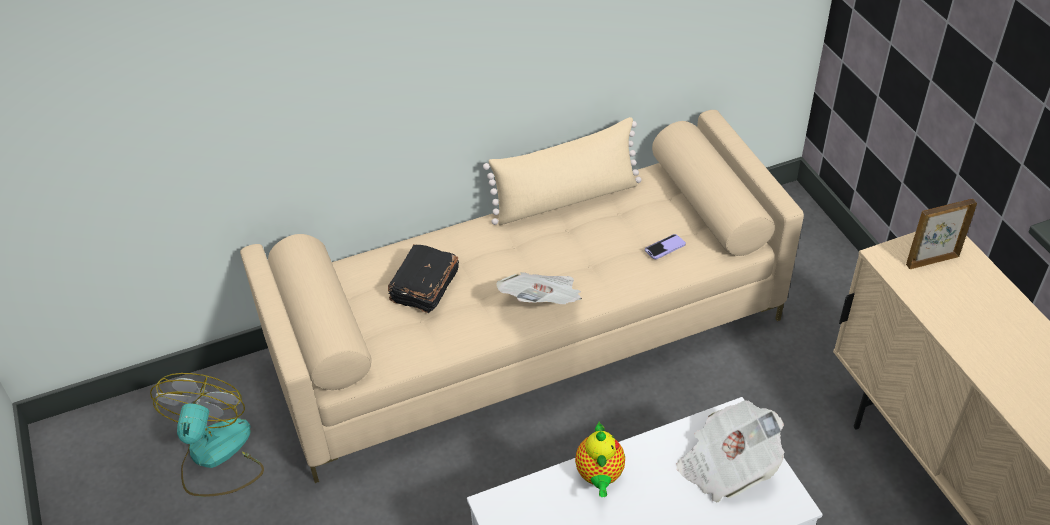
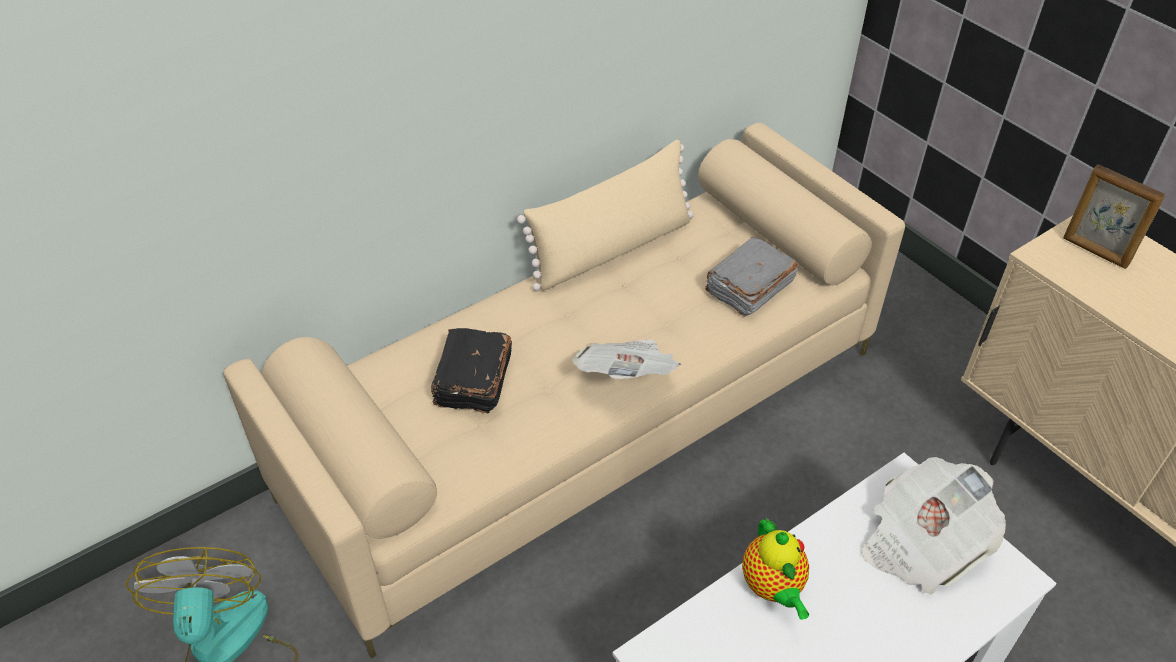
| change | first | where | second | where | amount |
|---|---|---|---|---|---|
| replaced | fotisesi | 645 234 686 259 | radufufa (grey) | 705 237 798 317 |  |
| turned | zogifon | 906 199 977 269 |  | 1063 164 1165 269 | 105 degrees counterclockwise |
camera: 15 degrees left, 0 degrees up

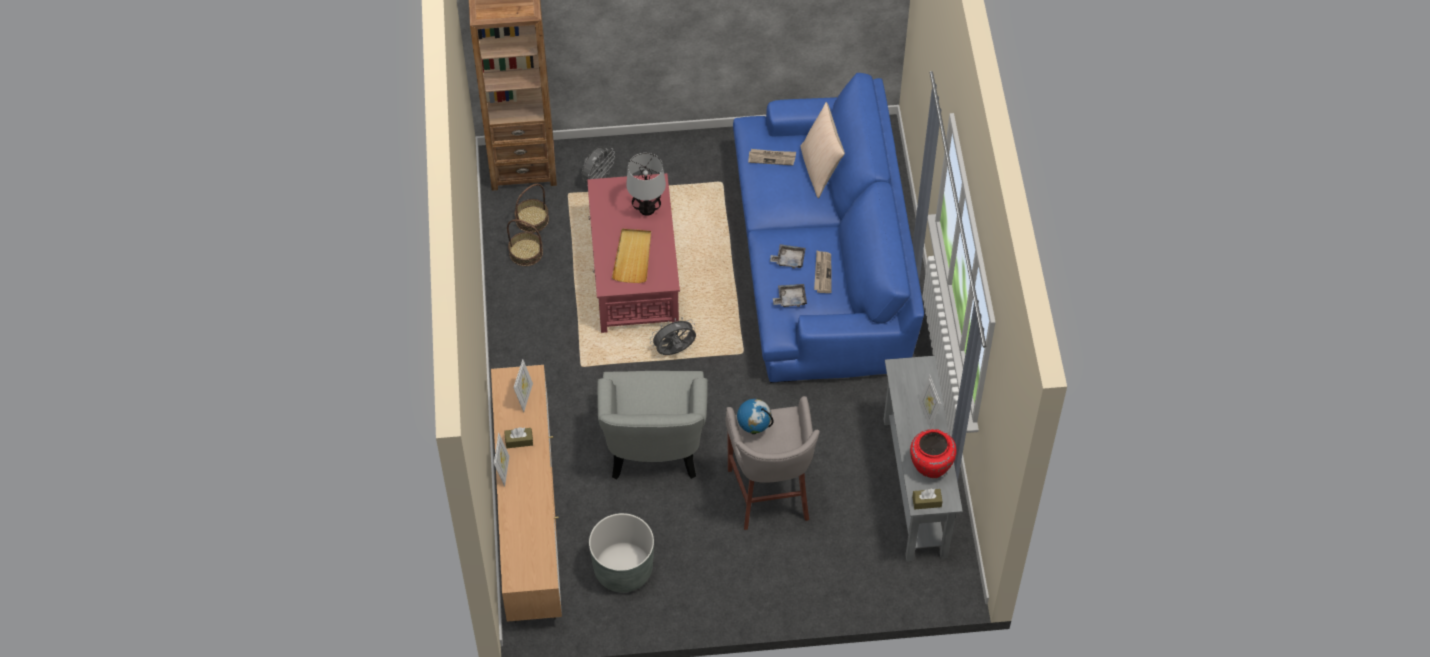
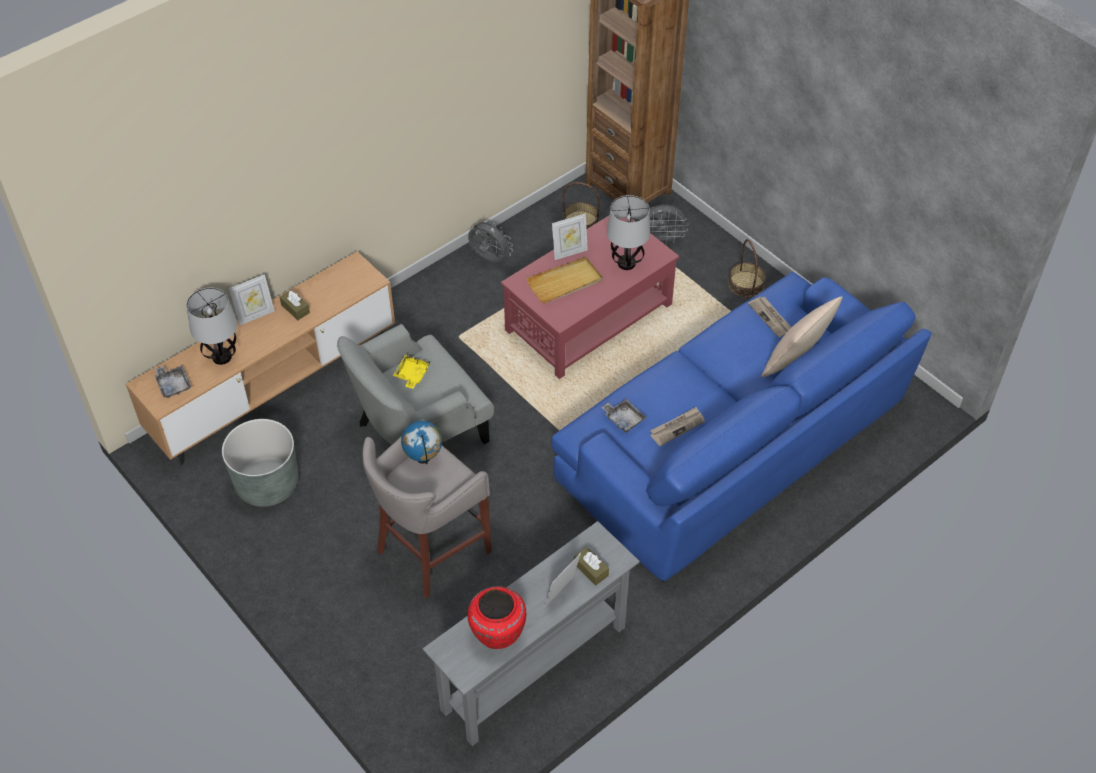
| change | first | where | second | where | amount |
|---|---|---|---|---|---|
| moved | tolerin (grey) | 770 244 806 269 |  | 154 366 191 398 |  |
| added |  |  | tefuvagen | 186 287 237 365 |  |
| added |  |  | tolerin (yellow) | 393 355 430 389 |  |
| moved | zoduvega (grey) | 650 318 696 355 |  | 468 218 513 263 |  |
| moved | zogifon | 513 359 533 412 |  | 552 213 588 260 |  |
| moved | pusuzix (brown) | 912 488 943 509 |  | 574 547 609 586 |  |
| moved | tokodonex | 507 219 543 266 |  | 728 239 766 297 |  |
camera: 55 degrees right, 5 degrees down

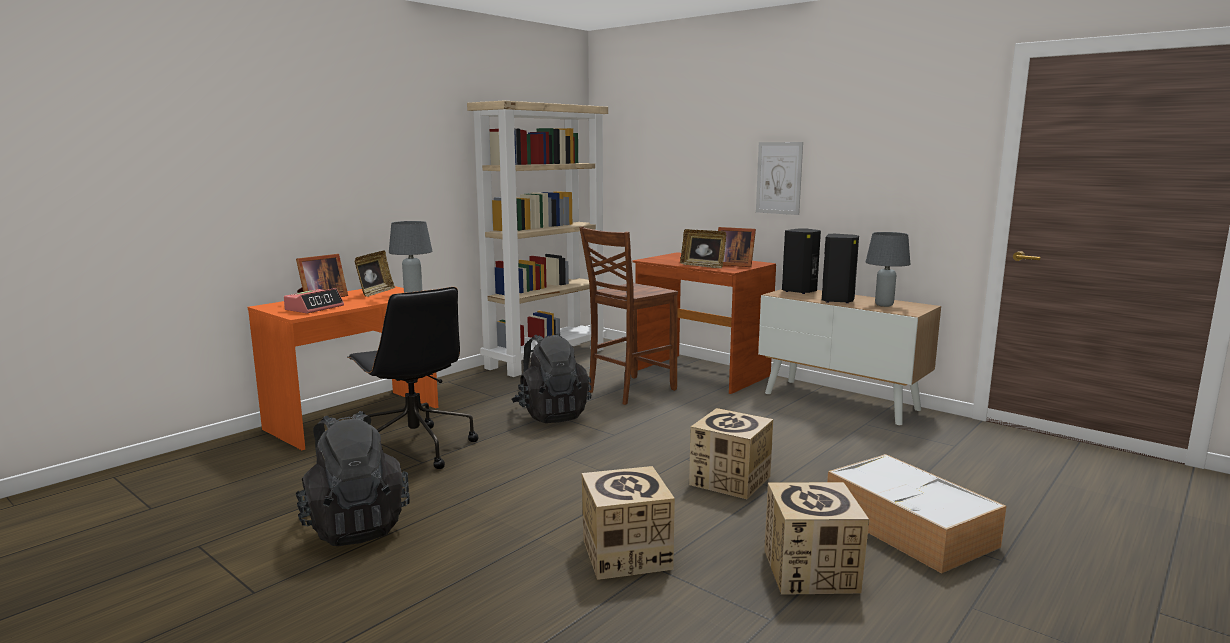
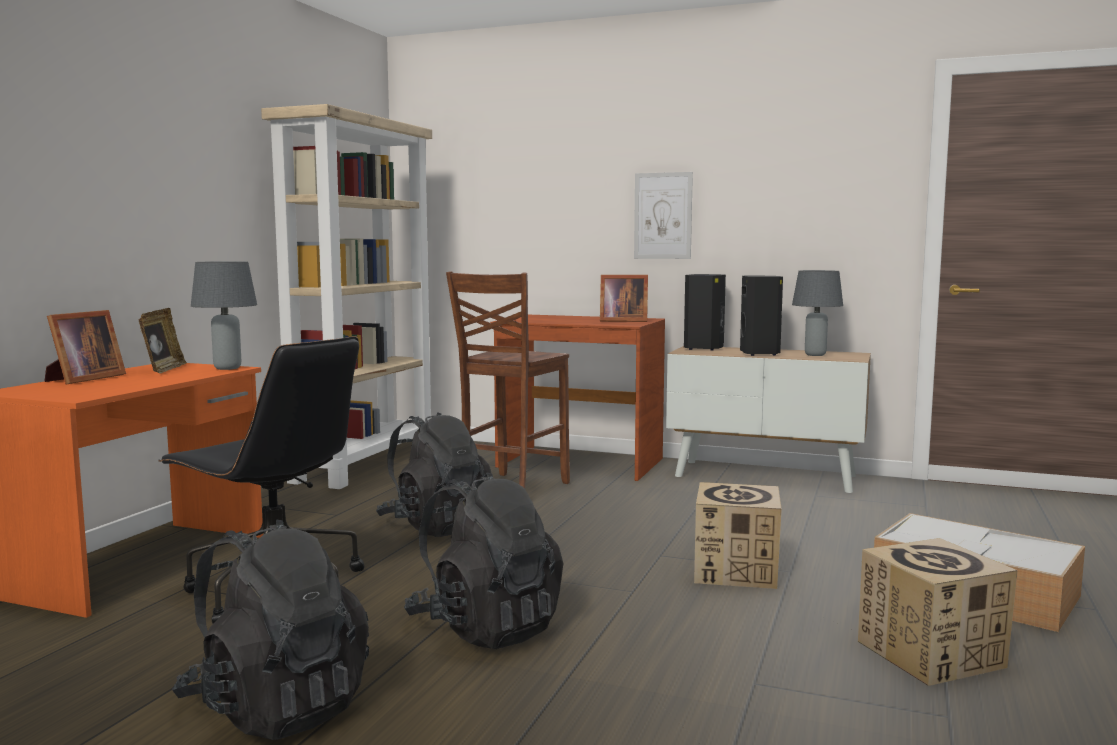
| change | first | where | second | where | amount |
|---|---|---|---|---|---|
| added |  |  | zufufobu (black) | 404 472 564 649 |  |
| removed | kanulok | 284 288 344 313 |  |  |  |
| removed | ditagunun | 582 466 675 580 |  |  |  |
| removed | zogifon | 680 229 726 268 |  |  |  |
camera: 20 degrees left, 5 degrees down

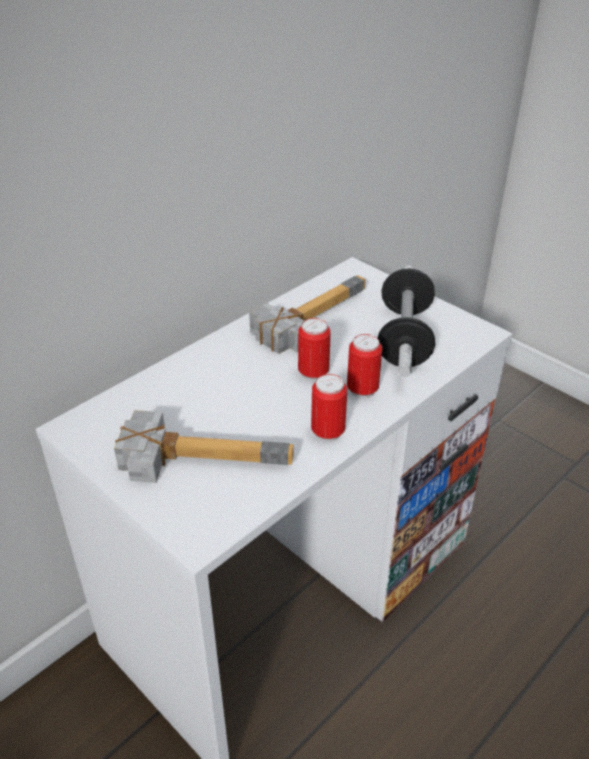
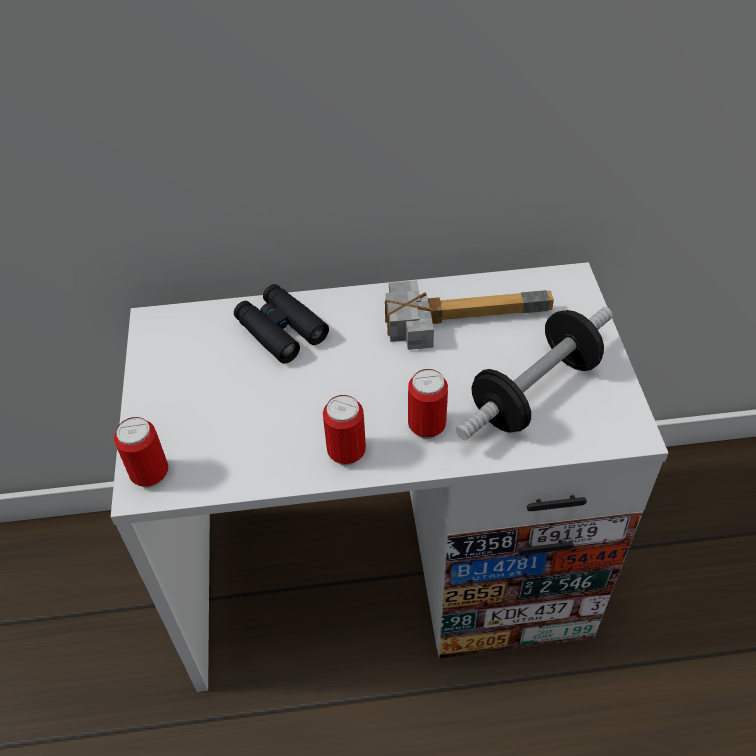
| change | first | where | second | where | amount |
|---|---|---|---|---|---|
| moved | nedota | 298 318 331 381 |  | 114 417 168 488 |  |
| added |  |  | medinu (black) | 234 284 329 364 |  |
| removed | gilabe | 114 410 294 483 |  |  |  |
camera: 40 degrees right, 10 degrees up

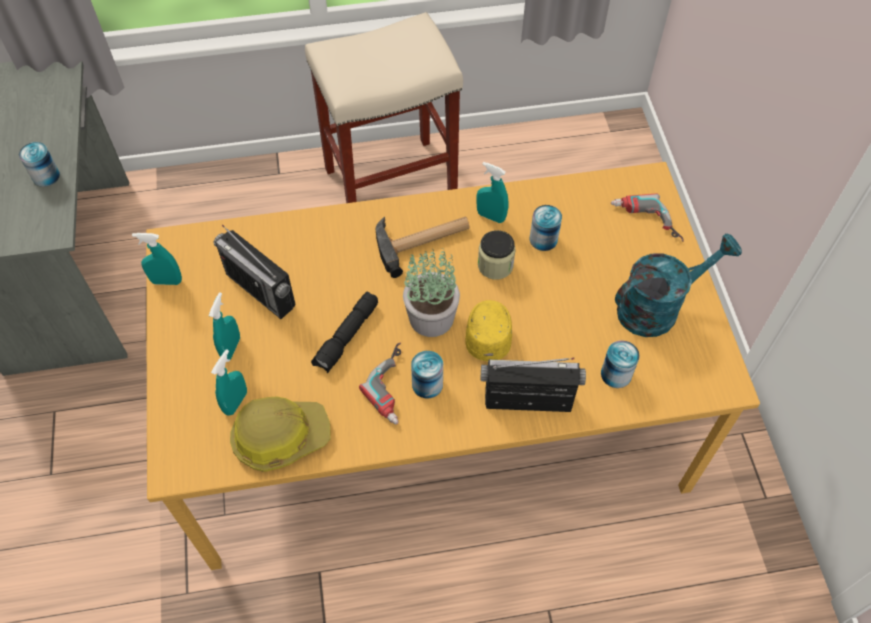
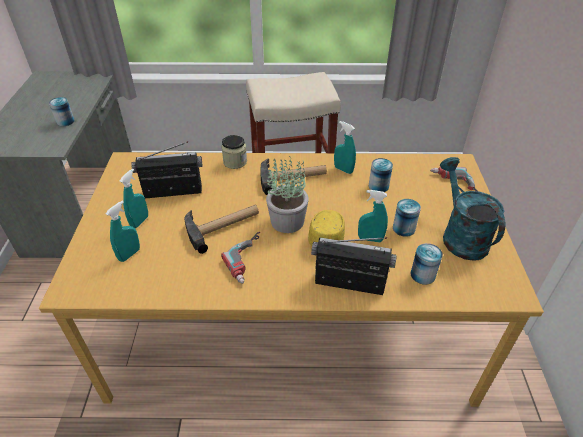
| change | first | where | second | where | amount |
|---|---|---|---|---|---|
| turned | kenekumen | 214 225 296 319 |  | 131 141 202 198 | 120 degrees clockwise |
| replaced | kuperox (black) | 311 292 378 373 | gilabe | 184 205 259 254 |  |
| moved | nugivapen | 478 230 516 280 |  | 221 135 247 169 |  |
| moved | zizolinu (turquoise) | 132 233 182 285 |  | 358 190 388 243 |  |
| moved | nedota | 411 351 443 398 |  | 393 199 421 237 |  |
| turned | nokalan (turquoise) | 615 233 742 337 |  | 440 157 505 261 | 90 degrees counterclockwise |
| removed | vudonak | 230 396 331 472 |  |  |  |
camera: 10 degrees right, 15 degrees down

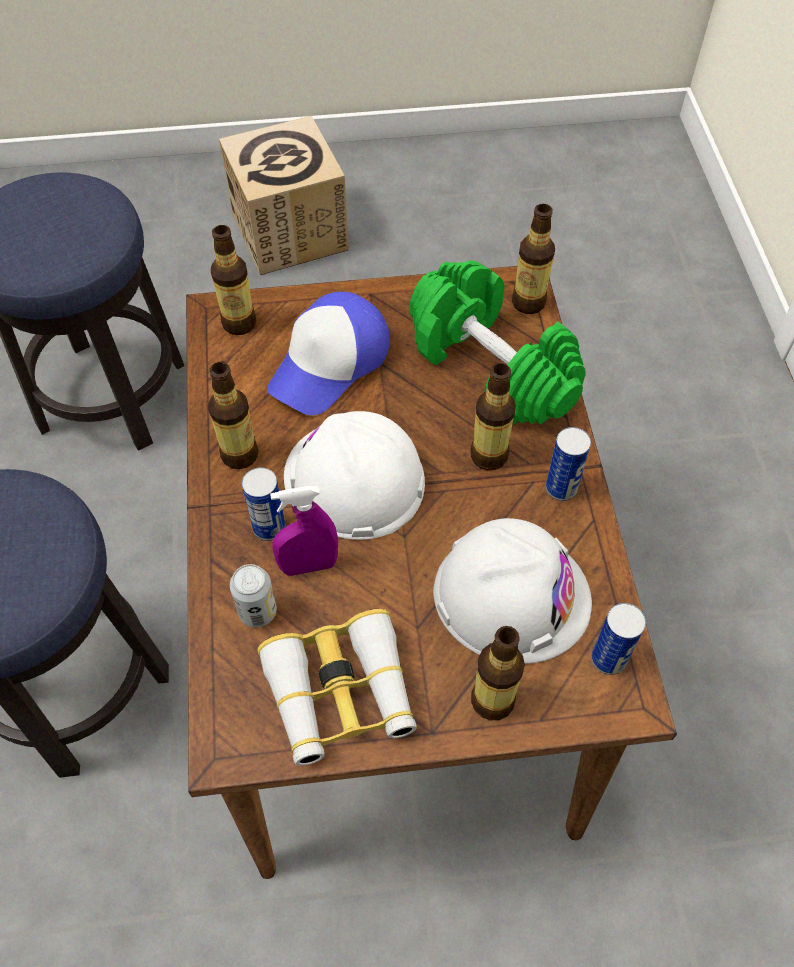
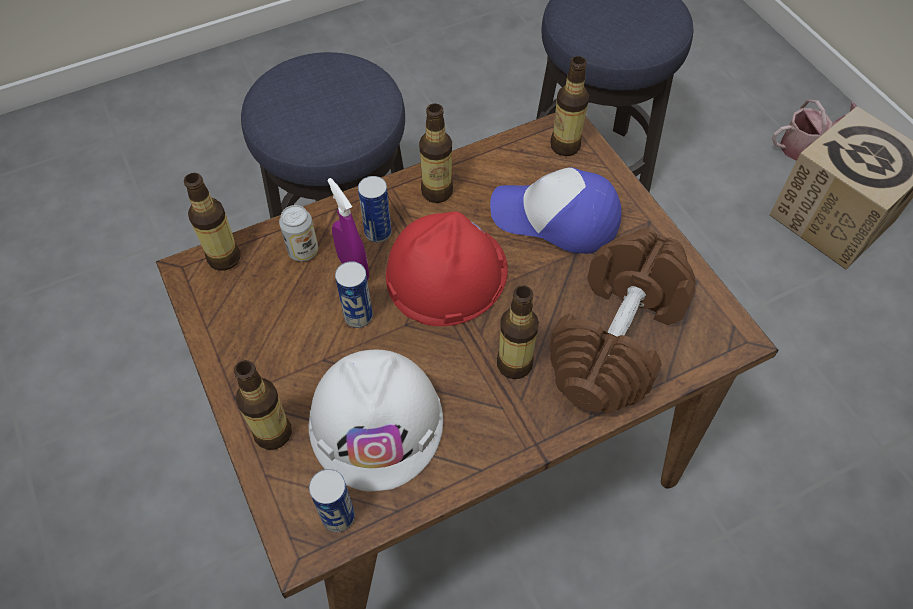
| change | first | where | second | where | amount |
|---|---|---|---|---|---|
| moved | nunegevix | 512 204 555 314 |  | 184 173 241 271 |  |
| moved | nedota | 546 427 591 501 |  | 335 261 373 328 |  |
| recoloured | vudonak (white) | 284 411 425 540 | vudonak (red) | 386 211 508 326 |  |
| recoloured | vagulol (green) | 410 260 586 425 | vagulol (brown) | 549 229 696 413 |  |
| added |  |  | nokalan | 772 99 856 161 |  |
| removed | medinu | 257 609 417 766 |  |  |  |
camera: 70 degrees right, 0 degrees up

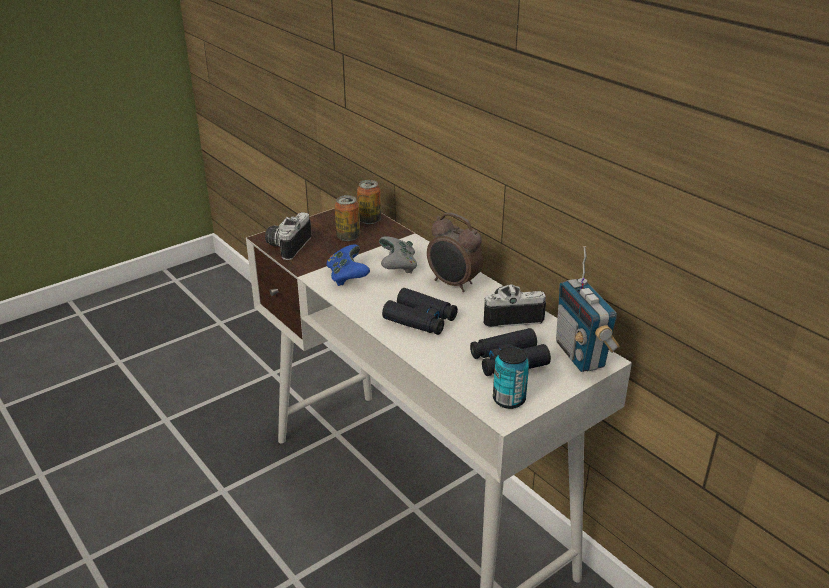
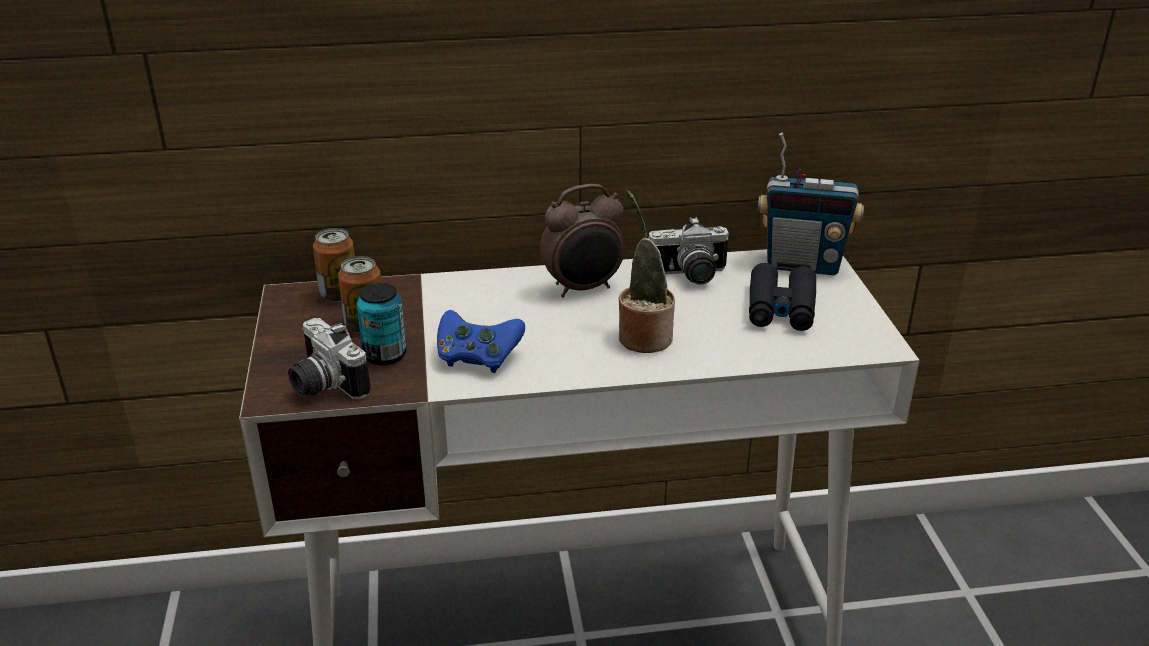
| change | first | where | second | where | amount |
|---|---|---|---|---|---|
| moved | nedota | 493 346 529 409 |  | 357 283 407 366 |  |
| replaced | medinu (black) | 382 288 458 335 | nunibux | 619 190 675 353 |  |
| turned | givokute | 484 284 546 328 |  | 649 217 729 285 | 120 degrees counterclockwise |
| removed | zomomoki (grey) | 379 236 417 274 |  |  |  |
camera: 60 degrees left, 0 degrees up

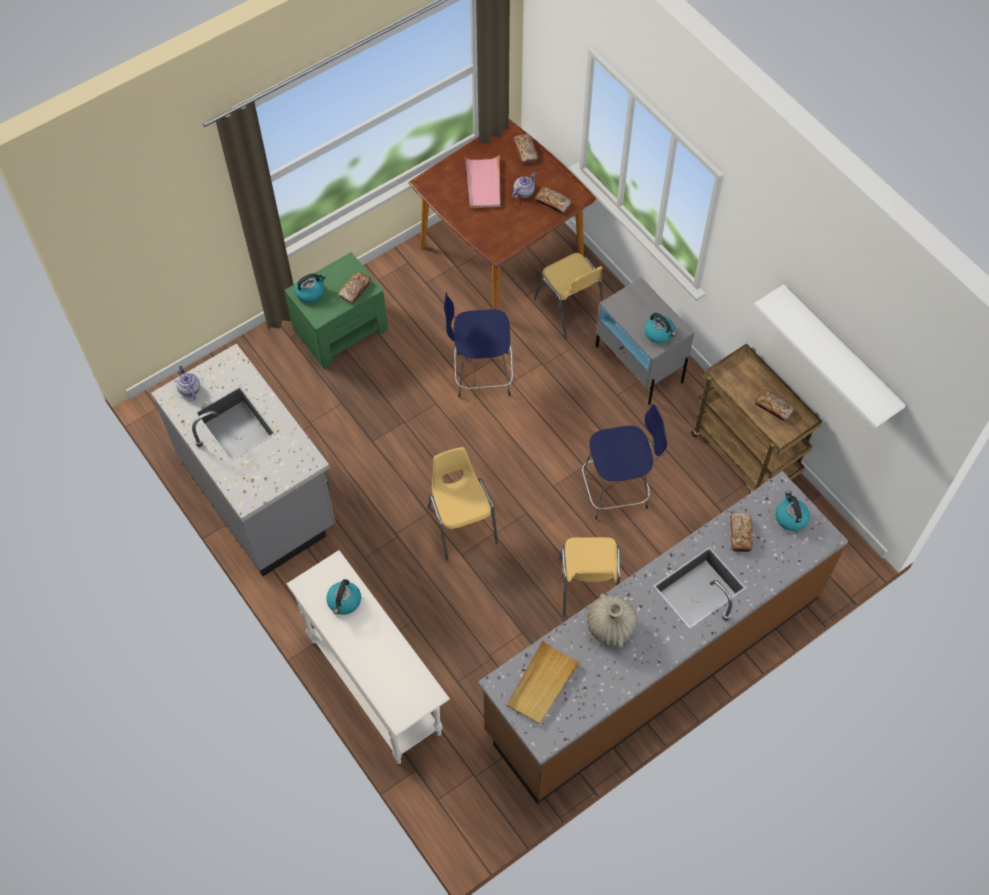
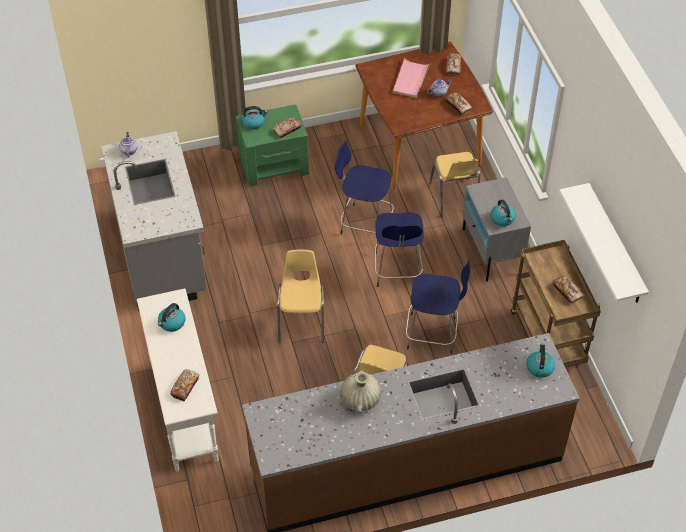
| change | first | where | second | where | amount |
|---|---|---|---|---|---|
| moved | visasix | 730 513 753 552 |  | 170 369 199 401 |  |
| added |  |  | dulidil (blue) | 374 212 424 287 |  |
| removed | tolerin (beige) | 507 640 580 725 |  |  |  |
camera: 20 degrees right, 10 degrees down

